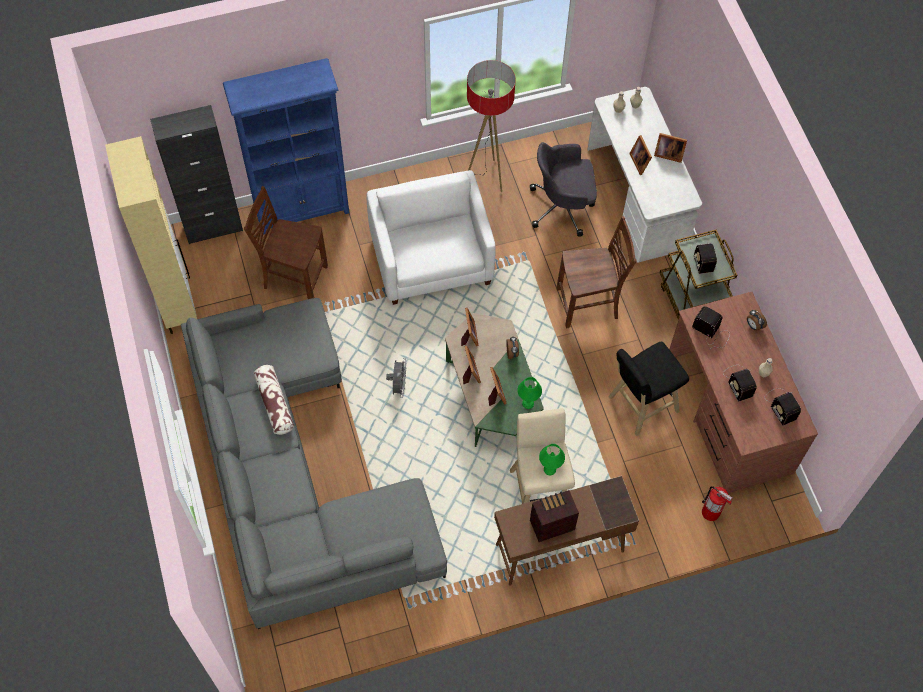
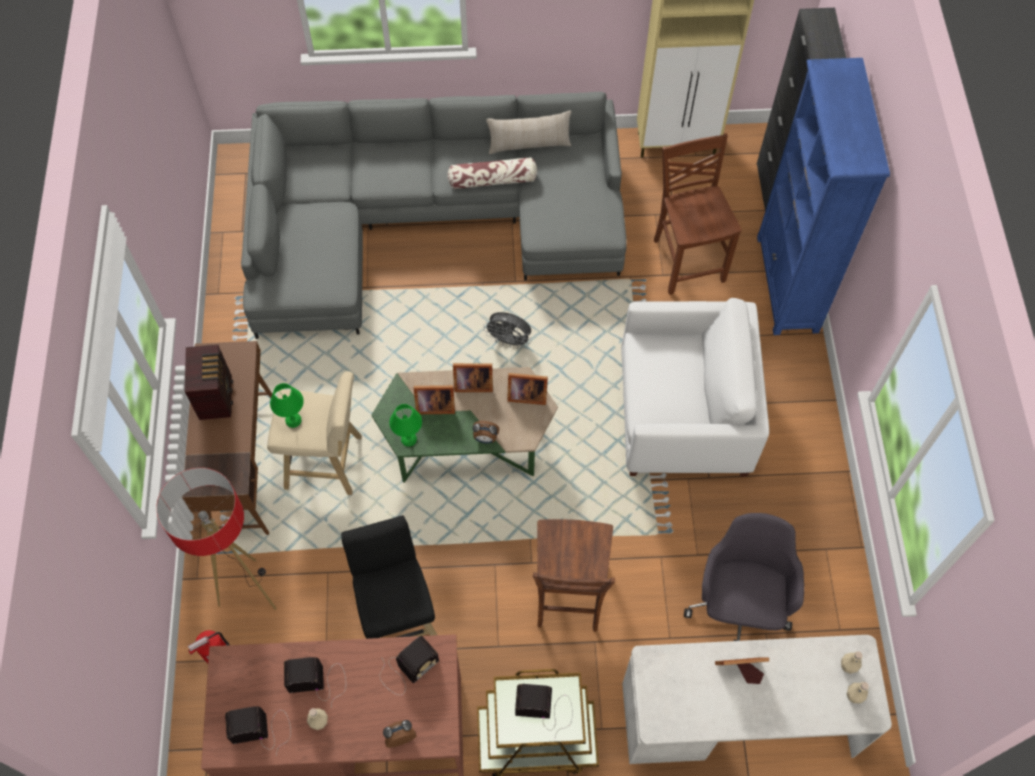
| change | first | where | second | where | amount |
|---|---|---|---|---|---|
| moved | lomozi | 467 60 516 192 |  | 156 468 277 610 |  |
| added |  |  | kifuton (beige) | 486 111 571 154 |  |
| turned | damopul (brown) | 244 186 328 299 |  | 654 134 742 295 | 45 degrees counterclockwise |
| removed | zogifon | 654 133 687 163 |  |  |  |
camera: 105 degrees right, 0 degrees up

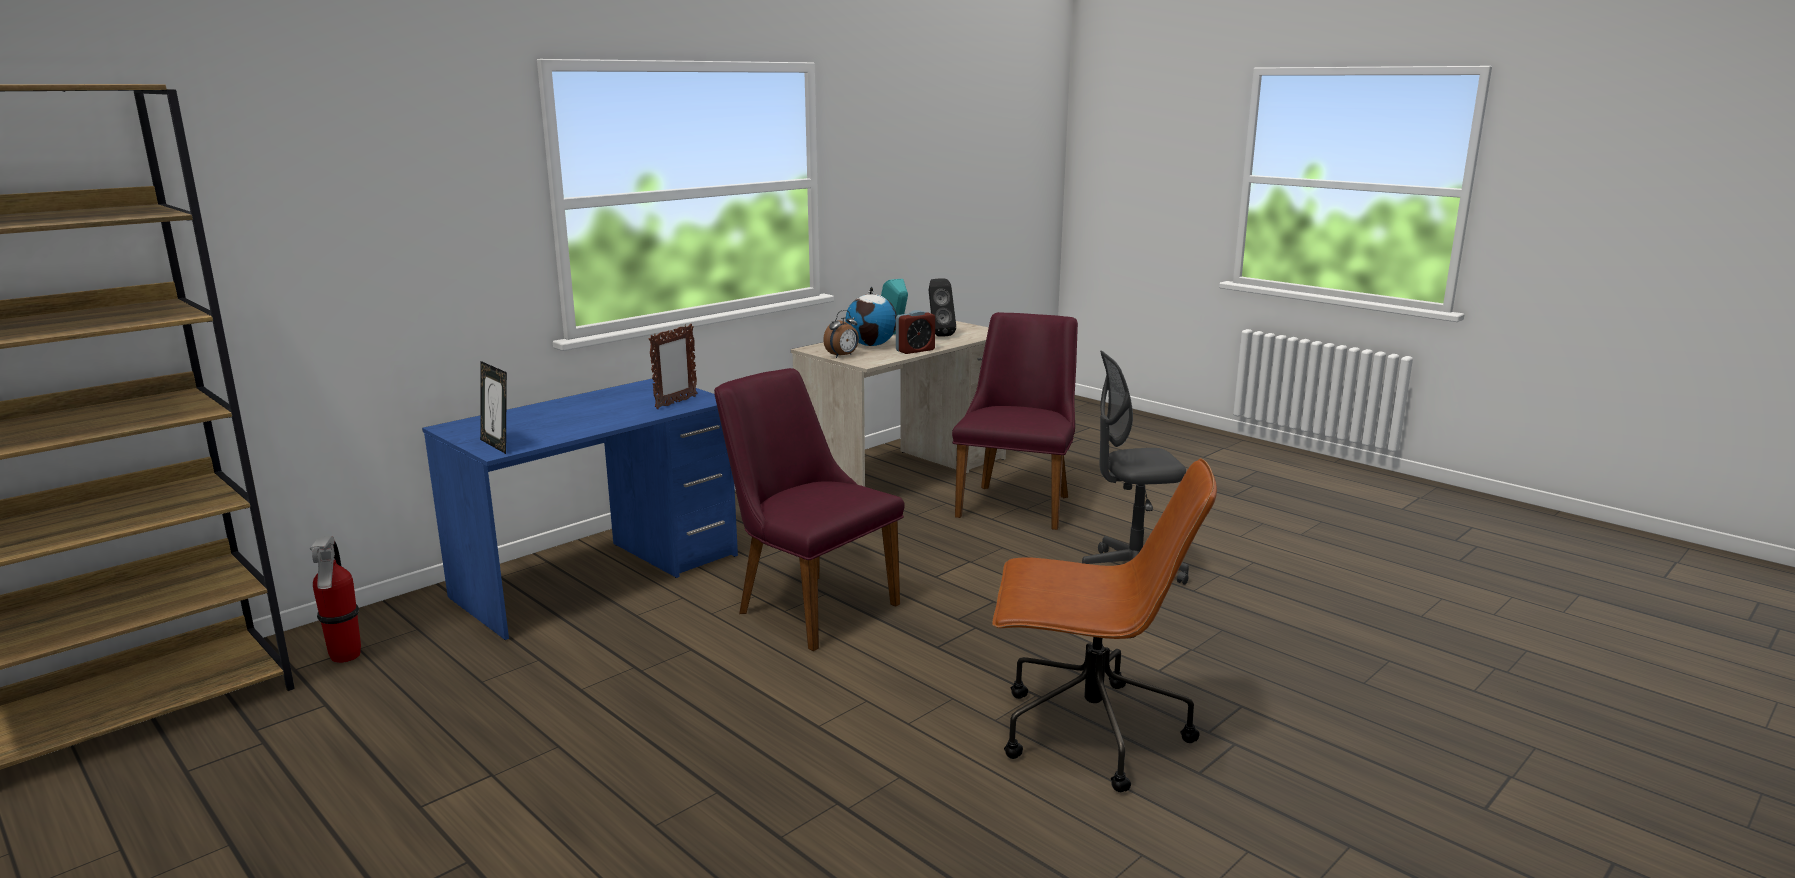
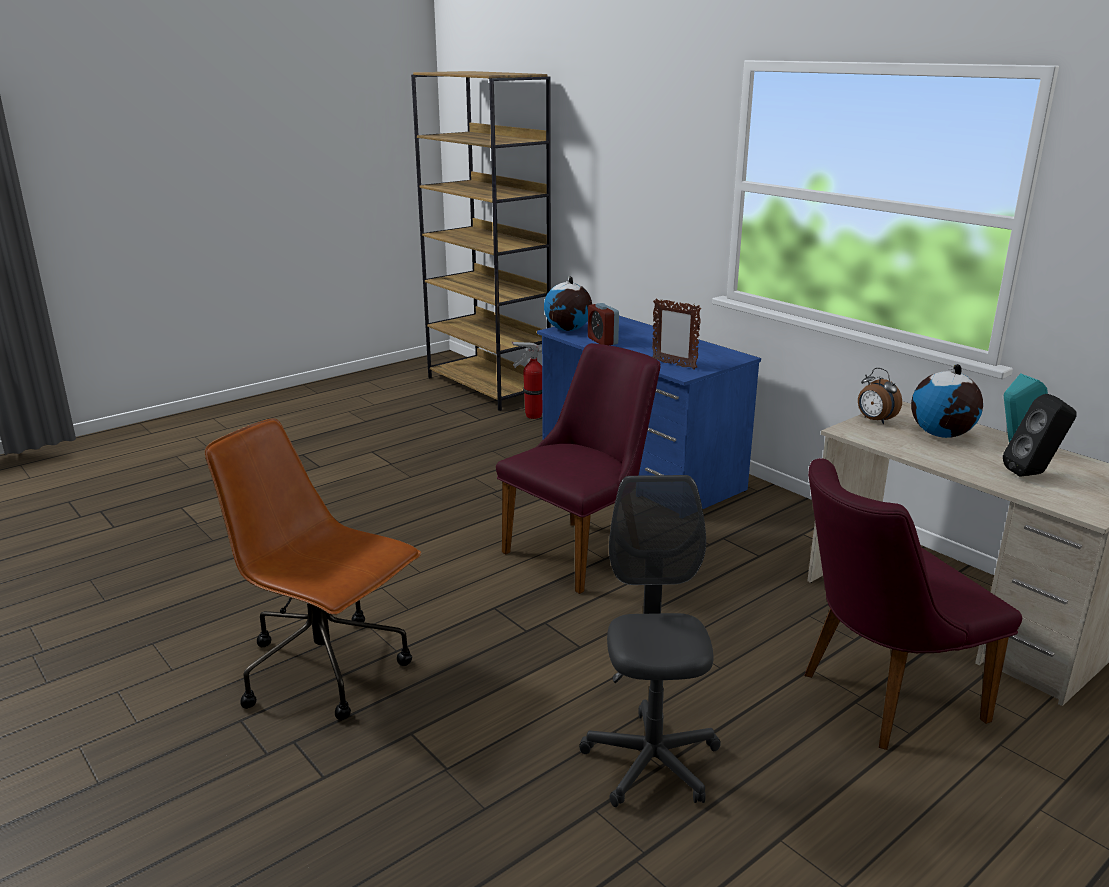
| change | first | where | second | where | amount |
|---|---|---|---|---|---|
| turned | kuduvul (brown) | 992 458 1217 792 |  | 205 418 421 720 | 105 degrees clockwise |
| replaced | zogifon | 480 361 507 454 | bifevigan | 544 276 592 331 |  |
| moved | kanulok | 896 310 935 354 |  | 588 303 619 345 |  |
| turned | damopul (purple) | 952 312 1078 530 |  | 804 458 1022 750 | 135 degrees clockwise |
camera: 95 degrees right, 5 degrees up

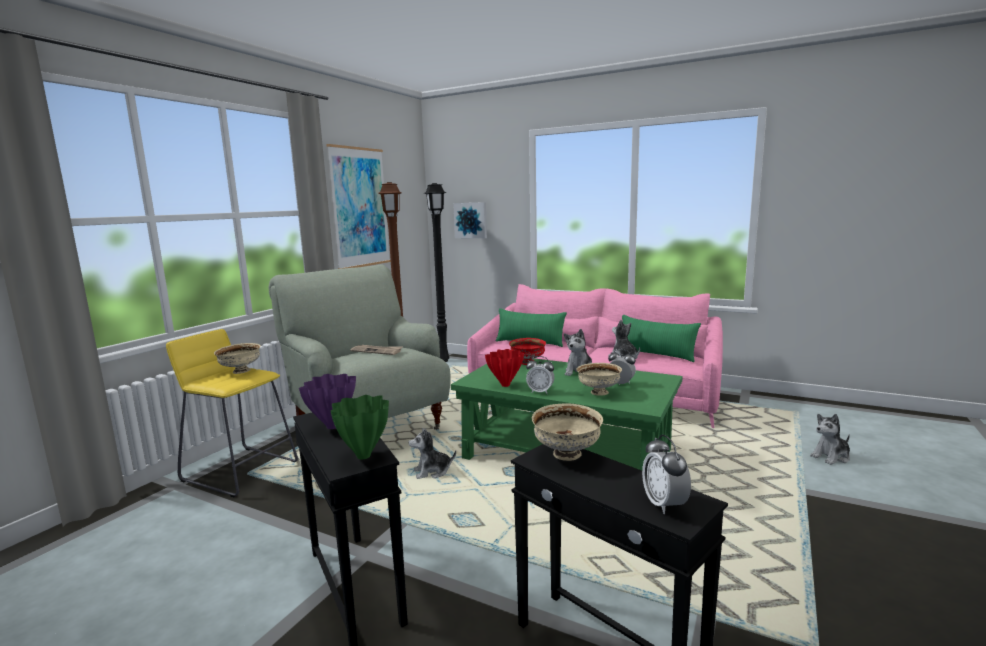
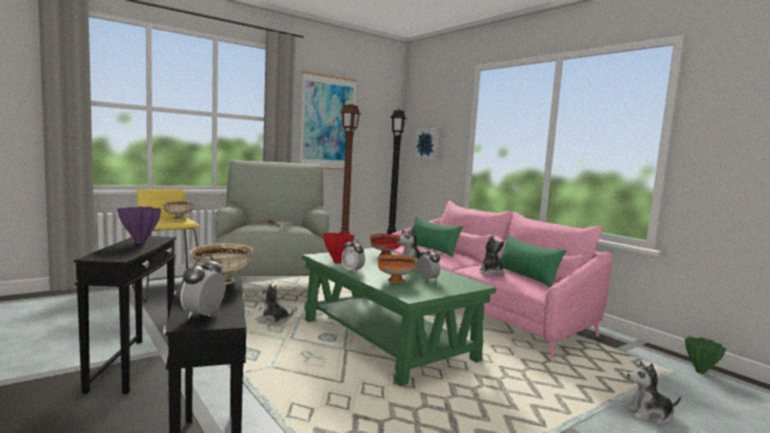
| change | first | where | second | where | amount |
|---|---|---|---|---|---|
| recoloured | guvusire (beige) | 576 363 622 396 | guvusire (orange) | 377 255 417 283 |  |
| moved | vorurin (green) | 331 395 389 459 |  | 685 336 726 374 |  |
camera: 25 degrees right, 5 degrees down

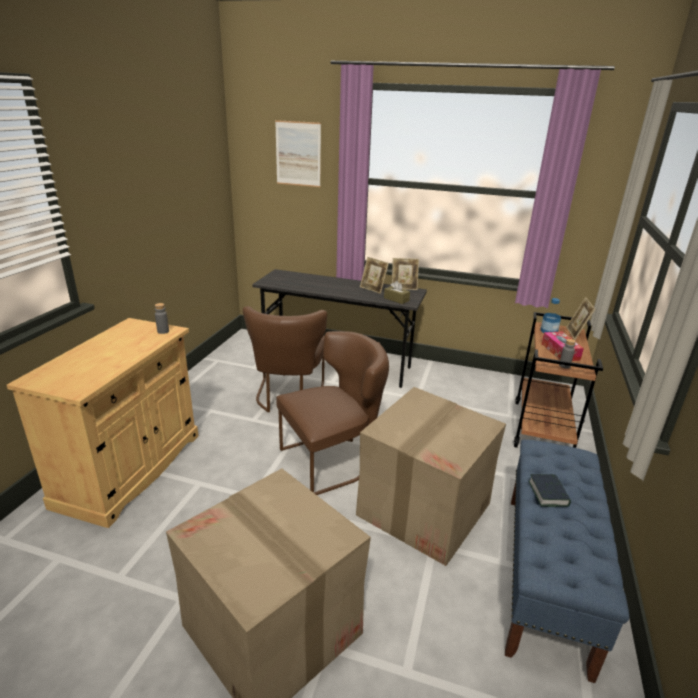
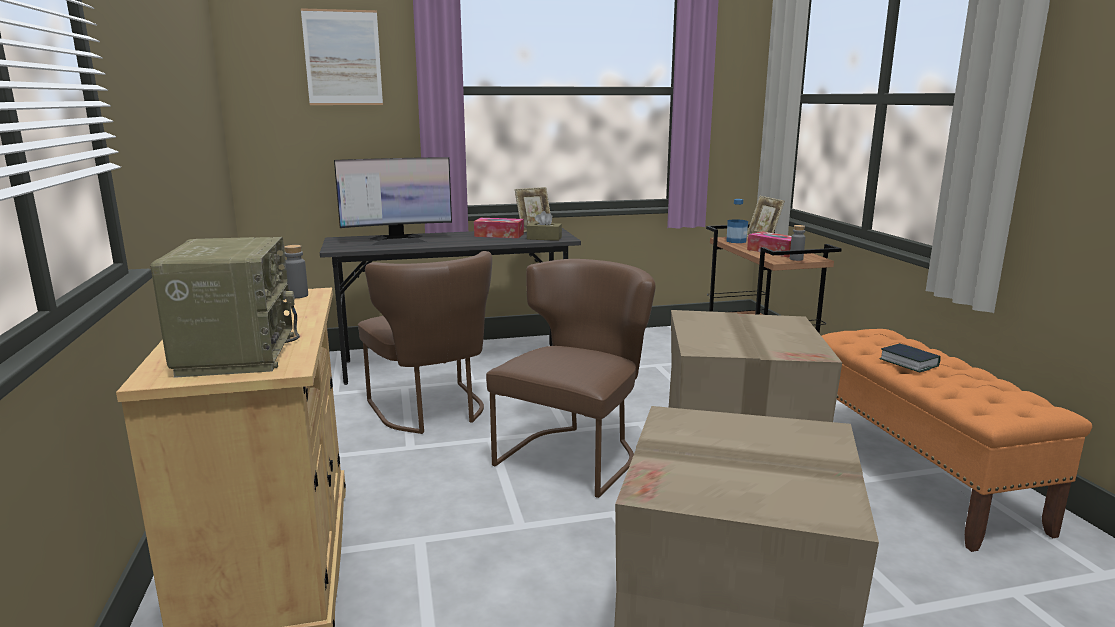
| change | first | where | second | where | amount |
|---|---|---|---|---|---|
| added |  |  | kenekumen | 150 237 300 378 |  |
| added |  |  | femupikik | 334 157 452 245 |  |
| replaced | zogifon | 360 257 389 294 | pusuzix | 474 218 524 238 |  |
| recoloured | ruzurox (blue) | 505 440 629 683 | ruzurox (orange) | 822 329 1092 552 |  |
camera: 30 degrees left, 10 degrees down

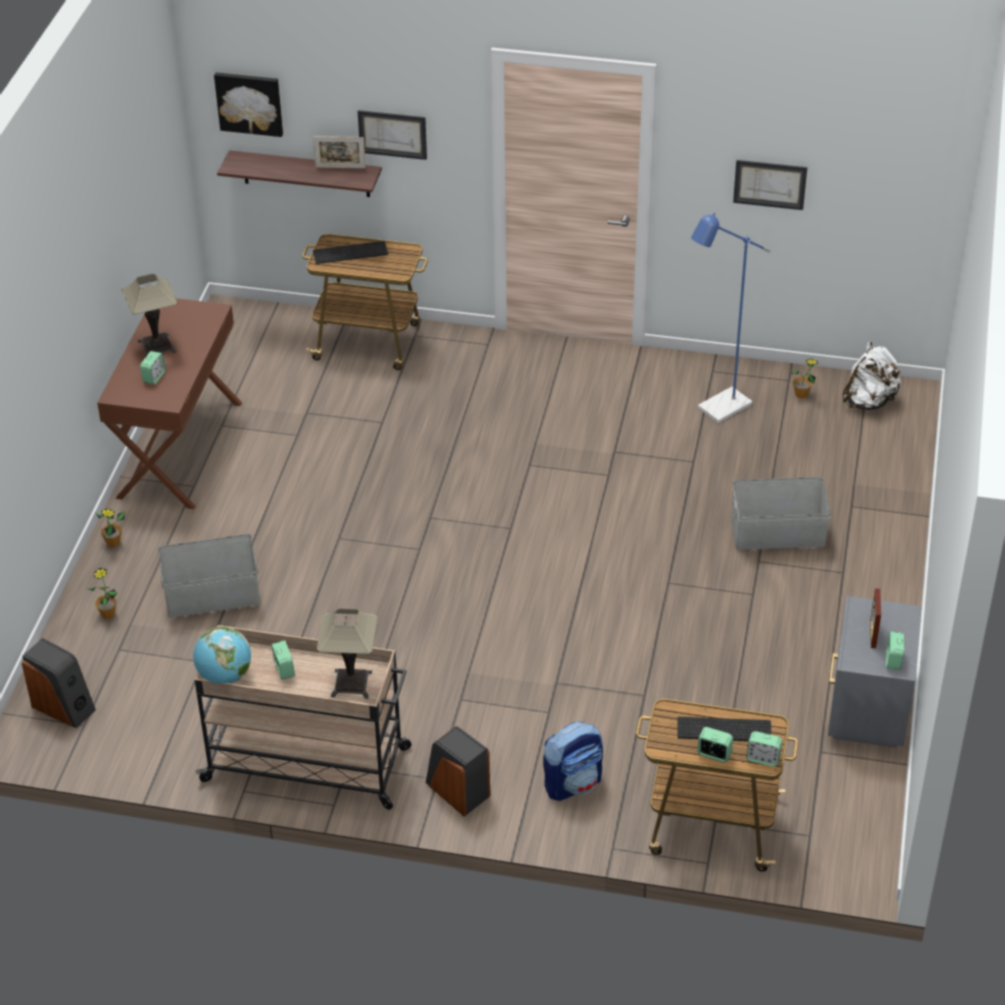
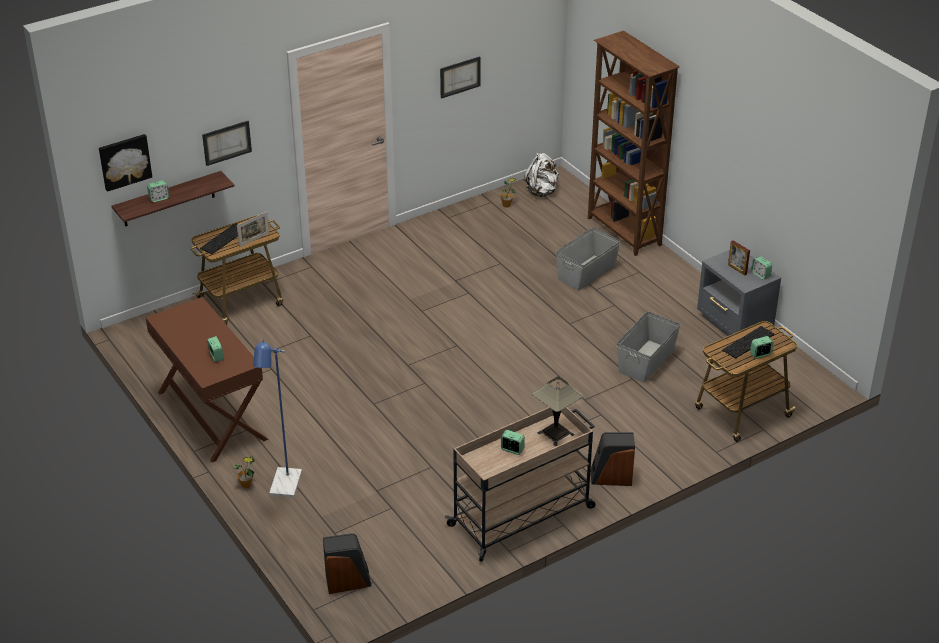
| change | first | where | second | where | amount |
|---|---|---|---|---|---|
| moved | kanulok | 747 731 782 767 |  | 147 180 169 202 |  |
| moved | zogifon | 313 136 366 168 |  | 237 212 269 247 |  |
| moved | lomozi (blue) | 691 212 771 423 |  | 253 339 302 497 |  |
| added |  |  | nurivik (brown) | 588 31 680 256 |  |
| moved | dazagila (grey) | 158 534 260 618 |  | 617 311 681 383 |  |
| removed | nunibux | 86 568 118 619 |  |  |  |
| removed | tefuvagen | 122 274 178 357 |  |  |  |
| removed | bifevigan | 193 627 251 684 |  |  |  |
| removed | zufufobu | 543 721 603 801 |  |  |  |
camera: 45 degrees left, 5 degrees down

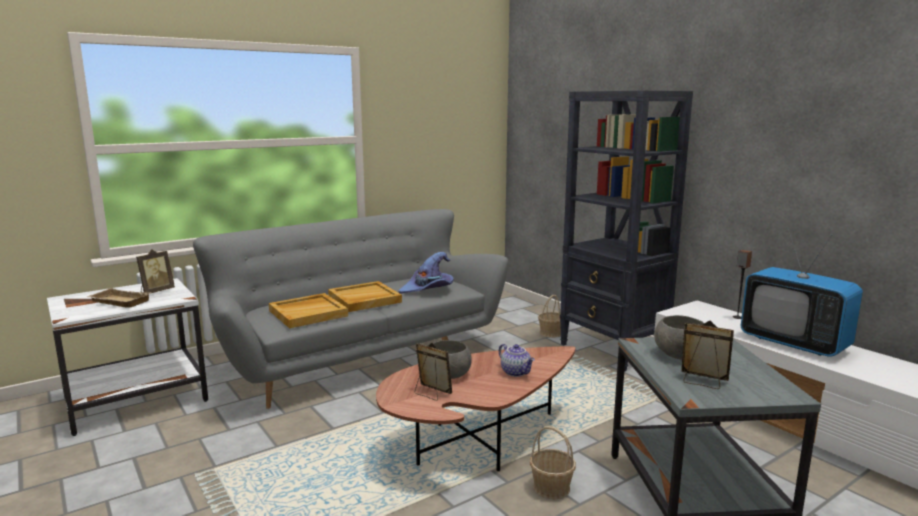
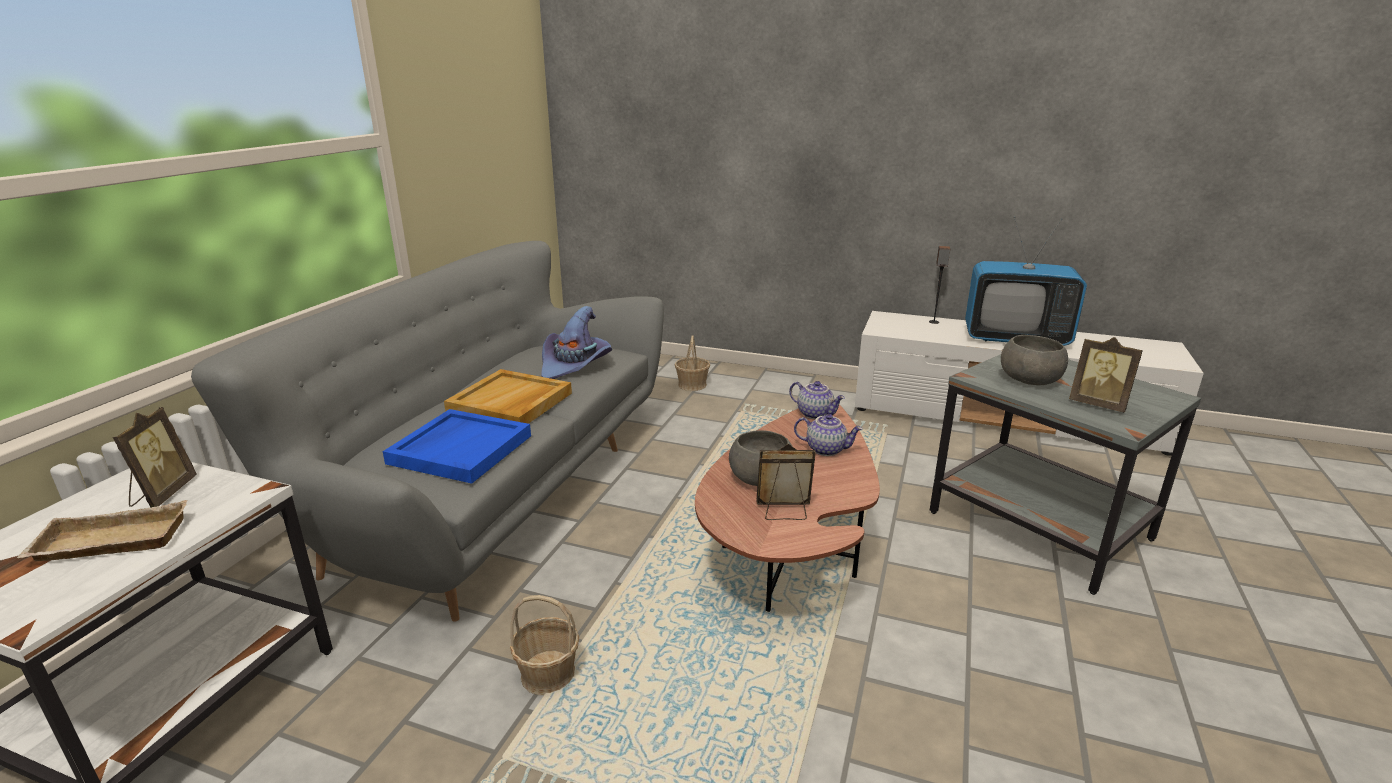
| change | first | where | second | where | amount |
|---|---|---|---|---|---|
| recoloured | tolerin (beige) | 269 293 348 328 | tolerin (blue) | 383 409 531 484 |  |
| moved | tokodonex | 530 426 576 499 |  | 510 595 579 695 |  |
| added |  |  | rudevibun | 789 381 845 419 |  |
| turned | zogifon | 681 321 734 389 |  | 1069 337 1143 412 | 135 degrees counterclockwise |
| removed | nurivik (black) | 560 90 693 372 |  |  |  |
camera: 35 degrees left, 10 degrees up

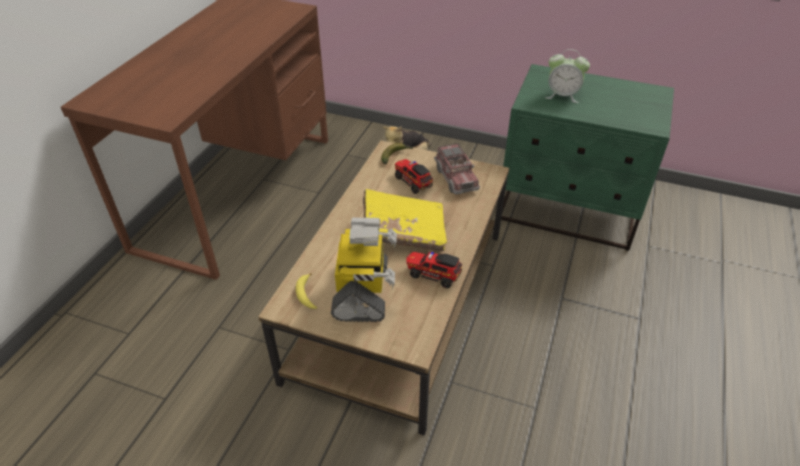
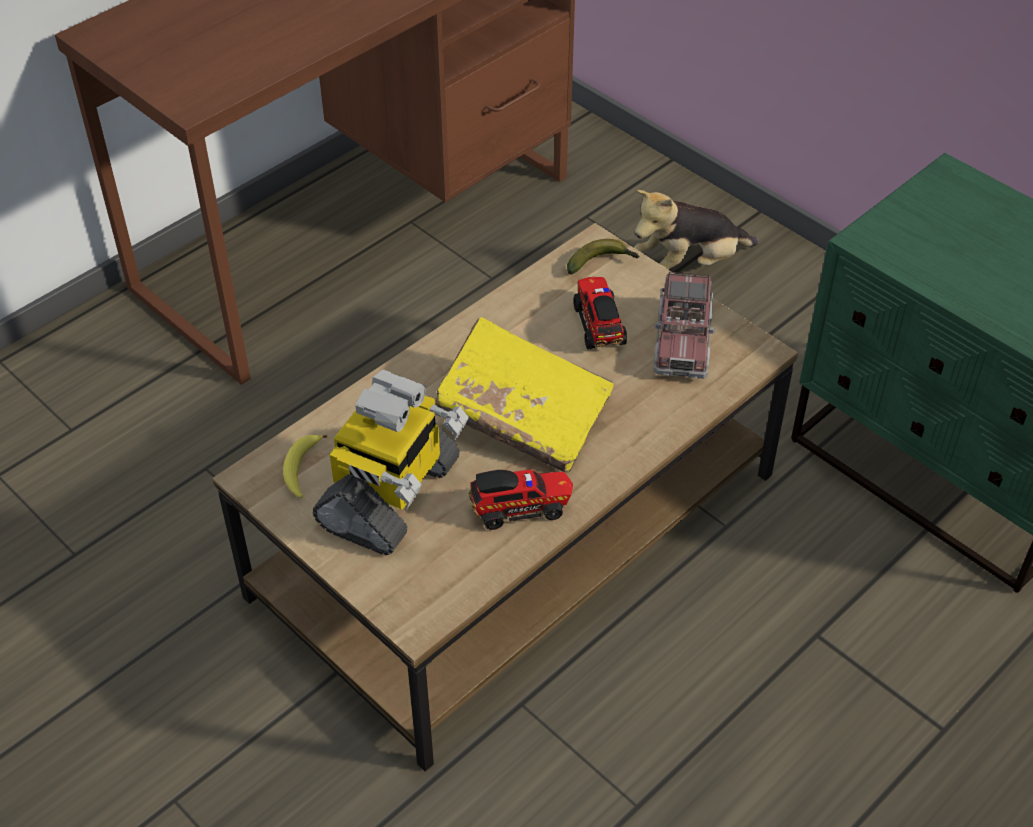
| change | first | where | second | where | amount |
|---|---|---|---|---|---|
| turned | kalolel | 406 252 462 288 |  | 469 469 573 530 | 120 degrees clockwise |
| removed | kanulok | 545 49 590 103 |  |  |  |
camera: 25 degrees right, 5 degrees up

